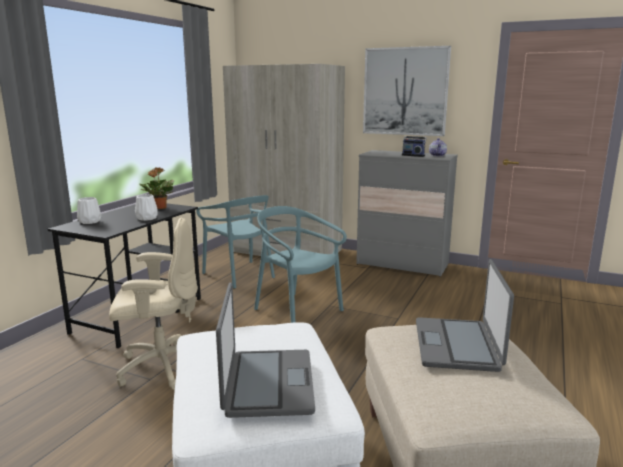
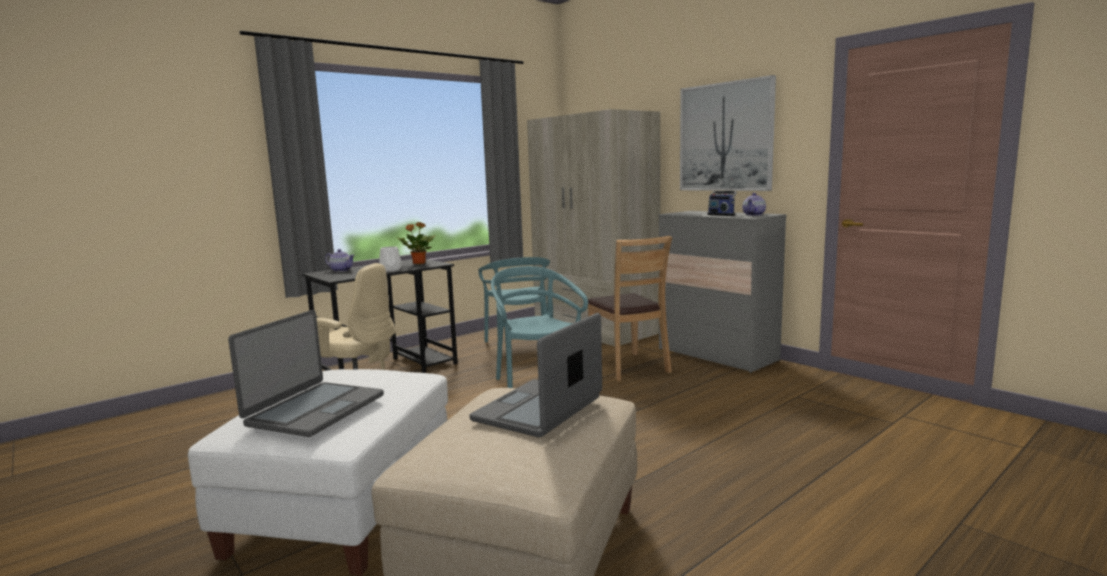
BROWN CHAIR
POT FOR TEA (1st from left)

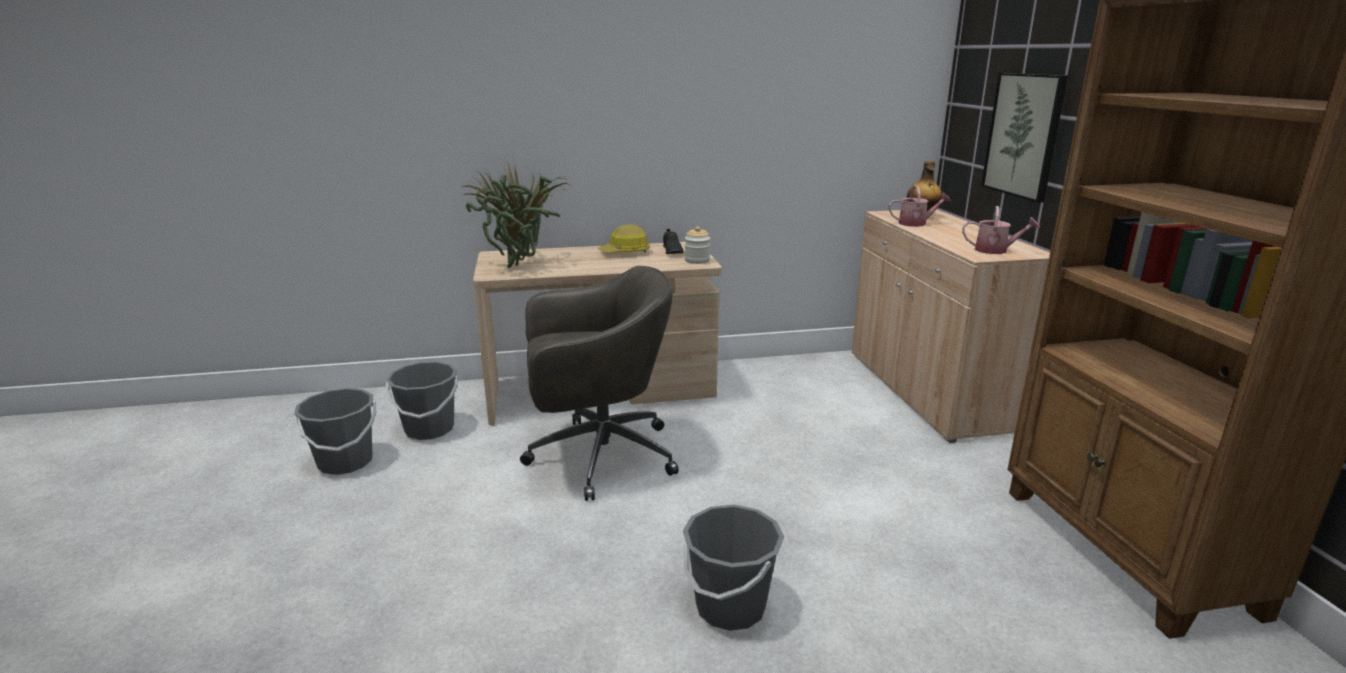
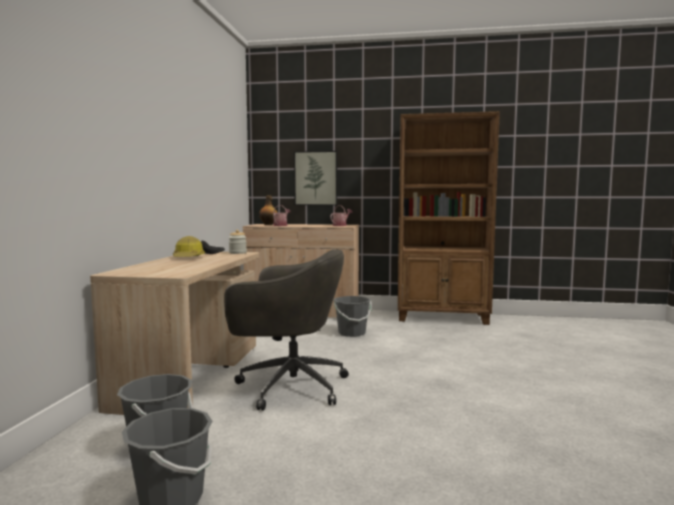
HOUSEPLANT
GREYISH PAIL (3rd from left)
GREYISH OFFICE CHAIR

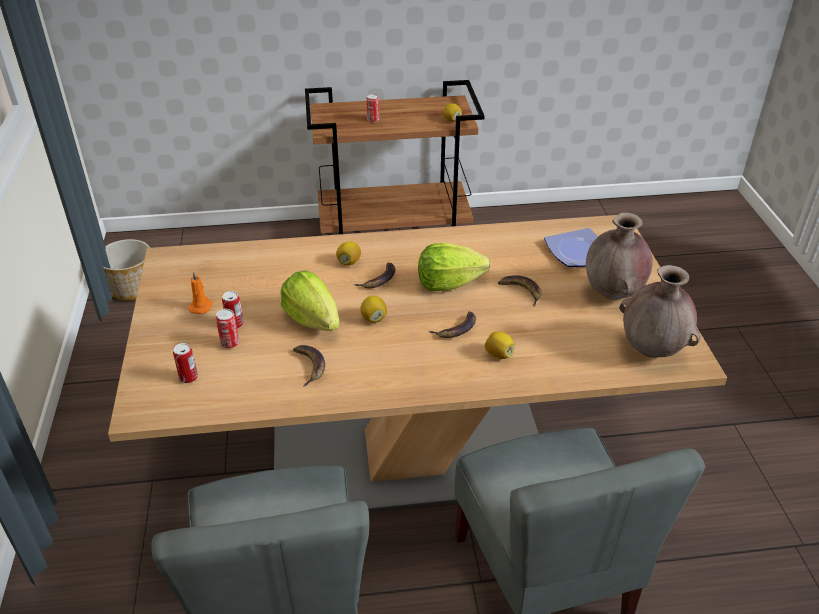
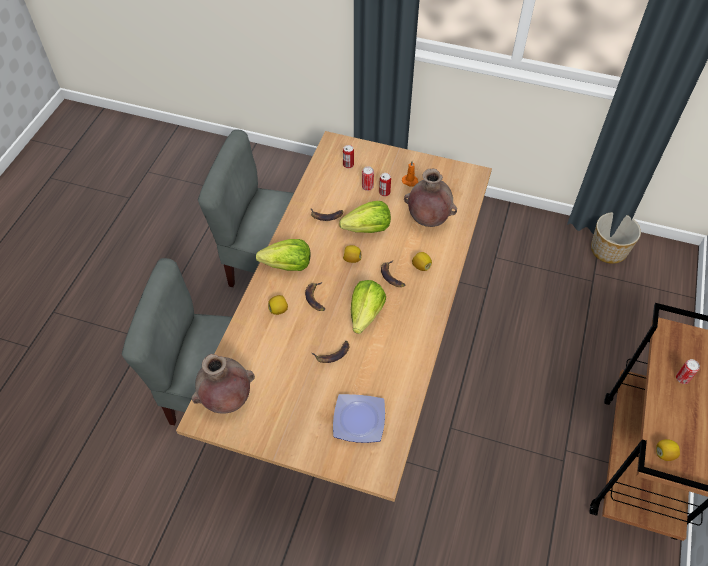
LETTUCE (1st from left)
BROWN DECORATIVE VASE (2nd from left)

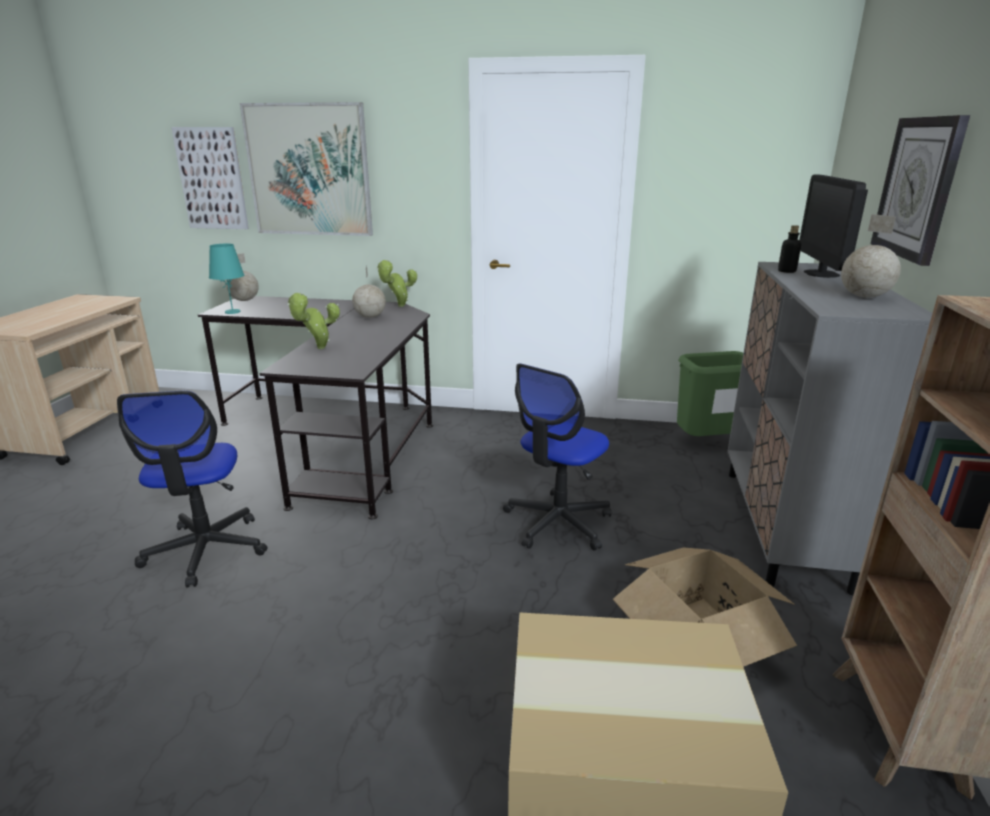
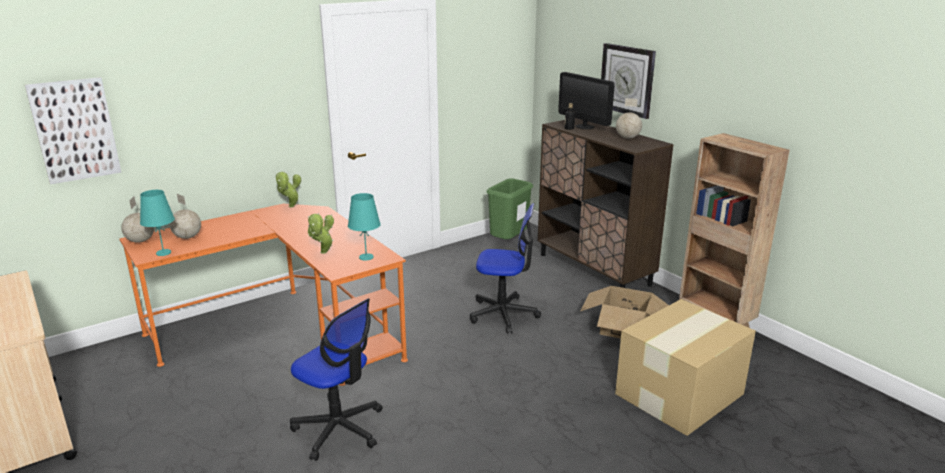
WALL PICTURE (2nd from left in the first image)
TURQUOISE-COLOURED LAMP FOR A TABLE (2nd from left)
DESK GLOBE (2nd from left)
ORANGEY DESK UNIT
BROWN STORAGE CABINET
OFFICE CHAIR (2nd from left)

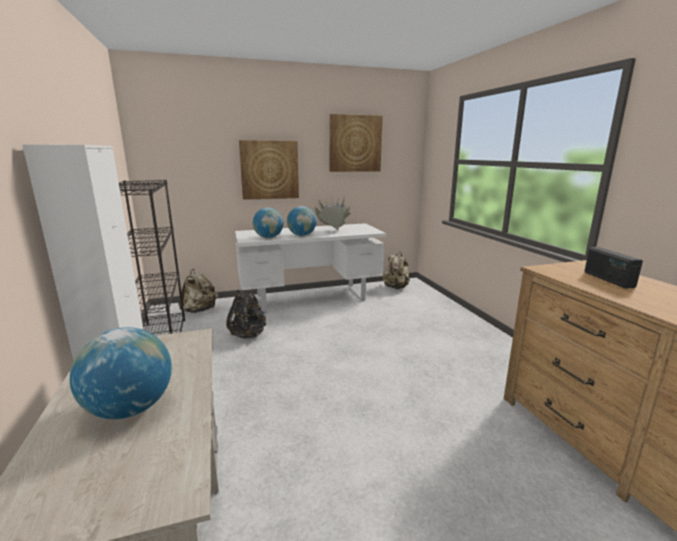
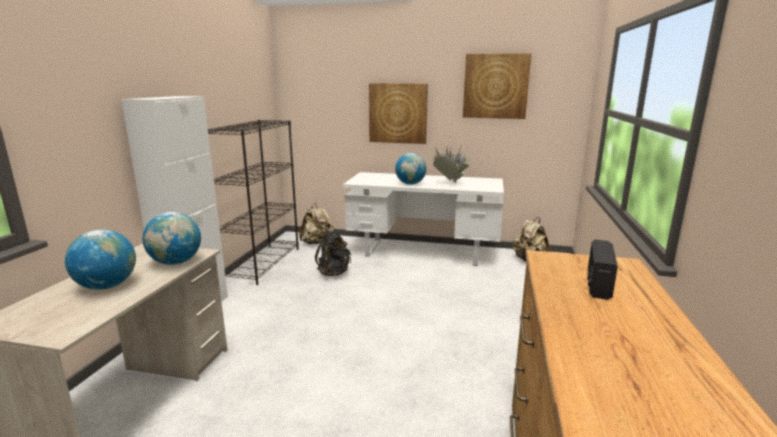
DESK GLOBE (2nd from left)

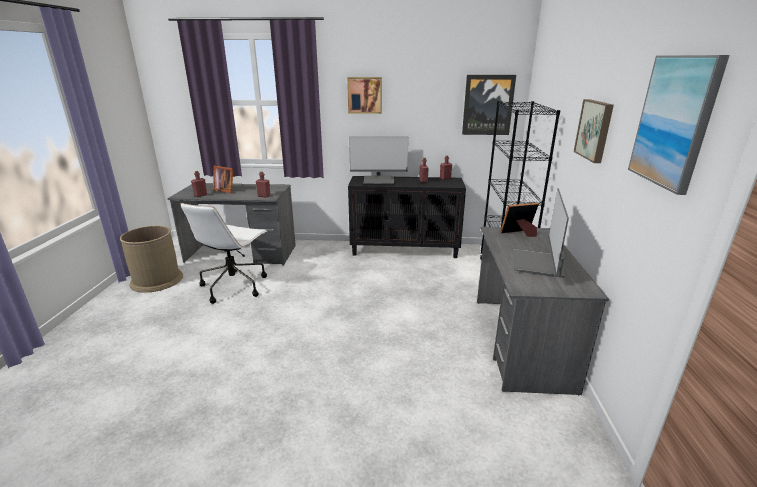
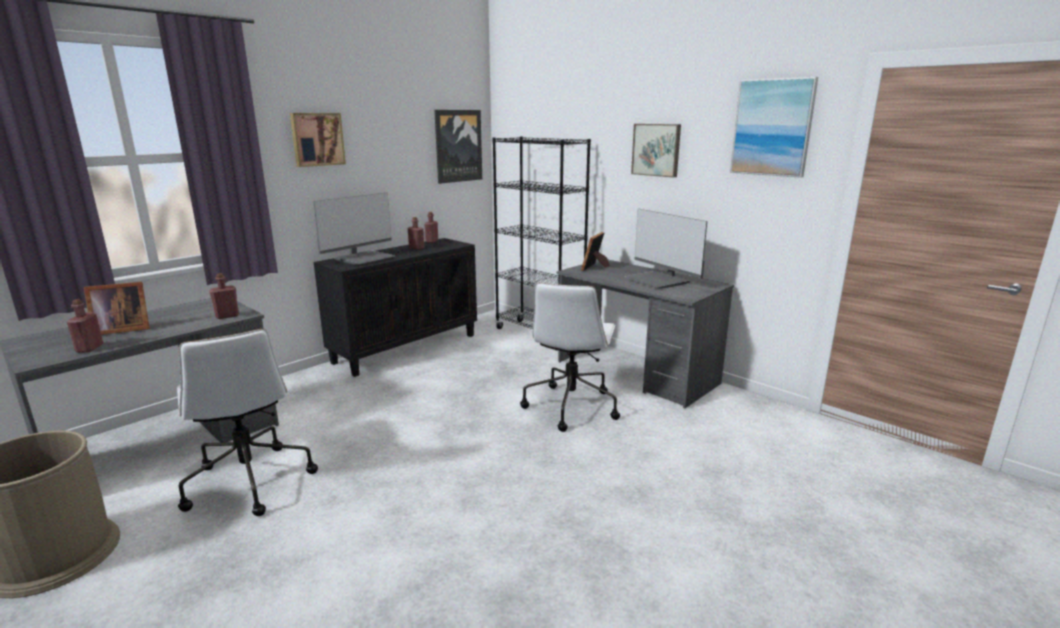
WHITE-COLOURED OFFICE CHAIR (2nd from left)

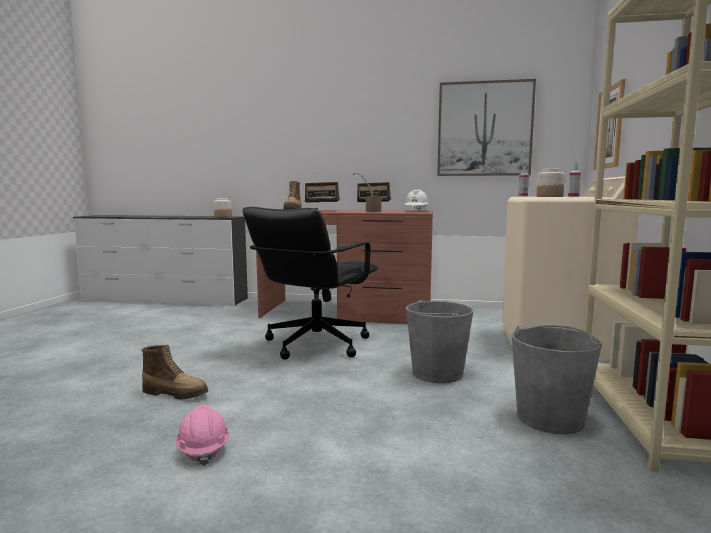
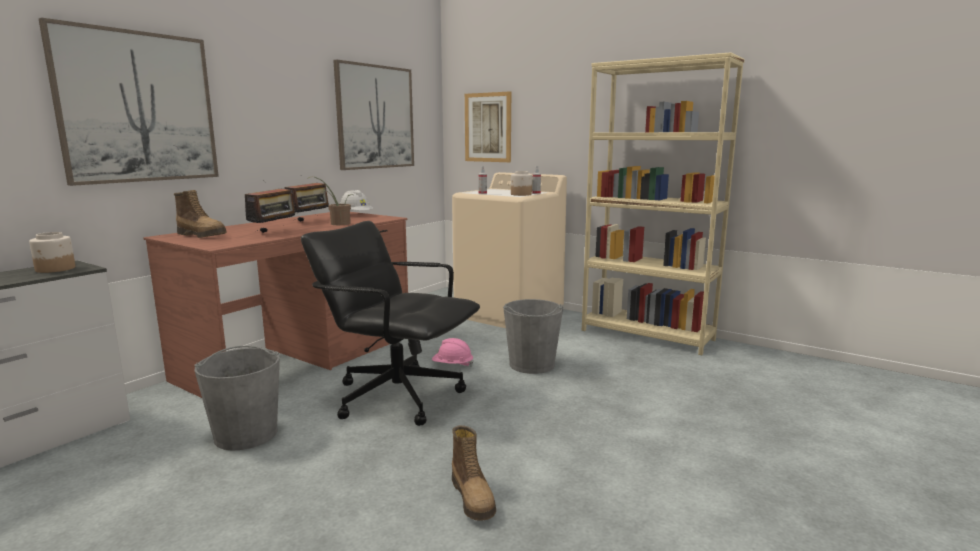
WALL PICTURE (1st from left)
PINKISH SAFETY HELMET
GREYISH PAIL (1st from left)
TALL BOOT (2nd from left)
BLACKISH OFFICE CHAIR

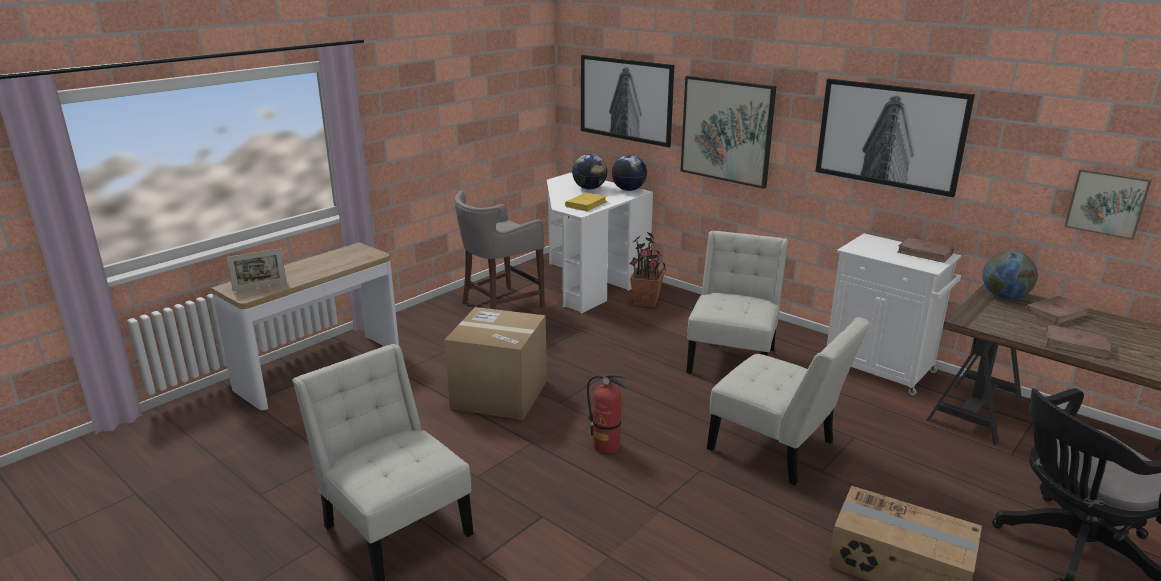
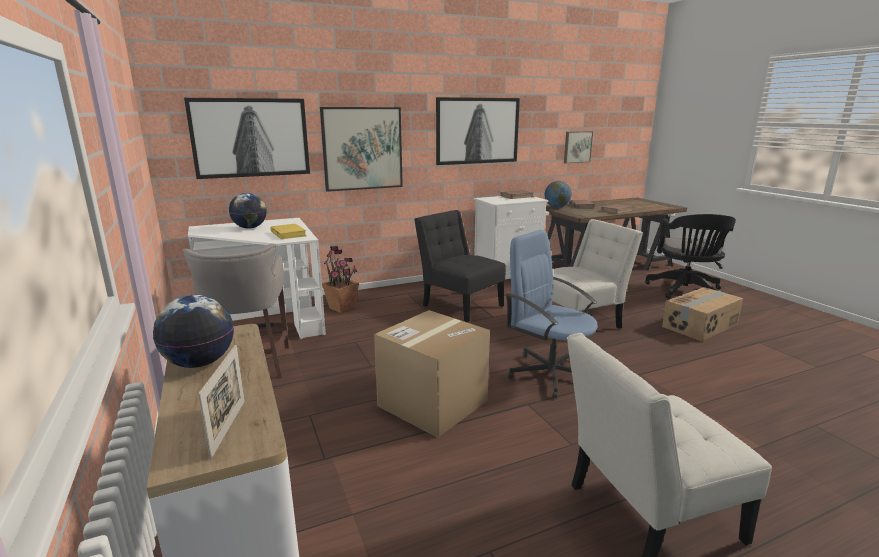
DESK GLOBE (1st from left)
BLUE-COLOURED OFFICE CHAIR
BLACKISH CHAIR

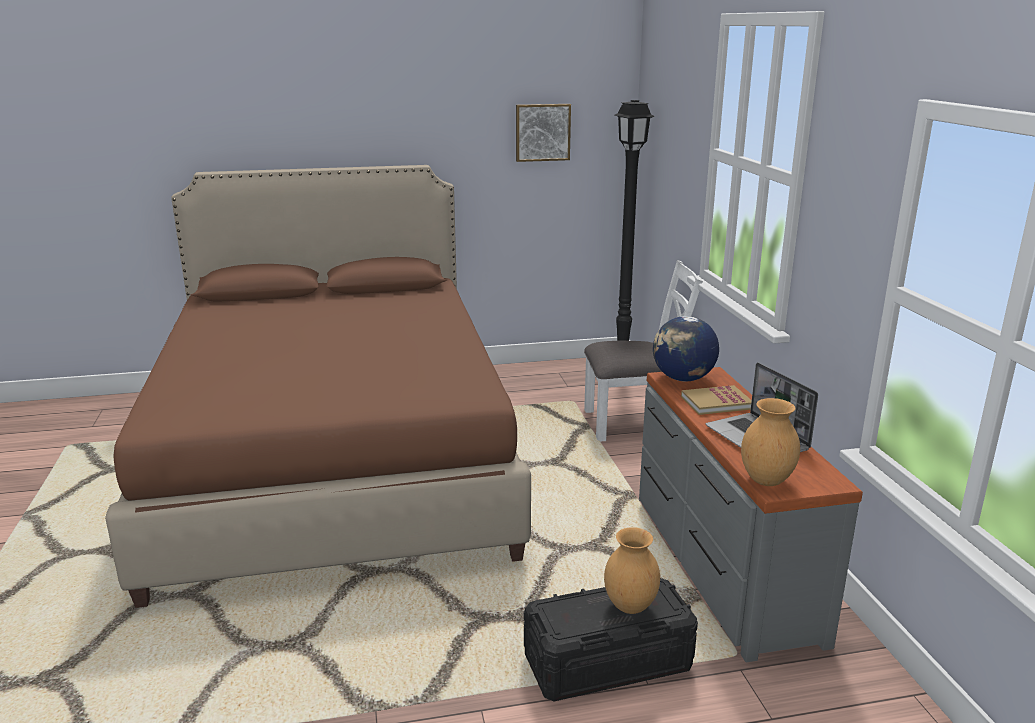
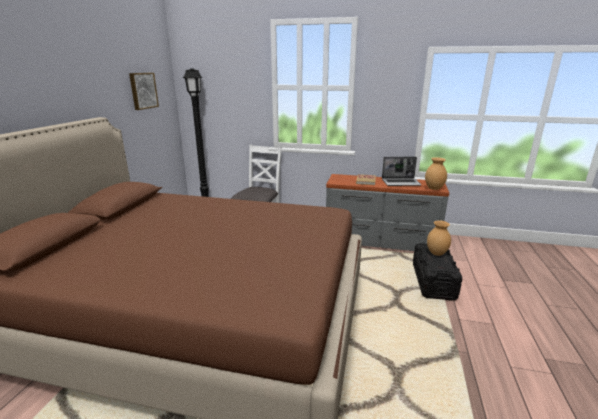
DESK GLOBE

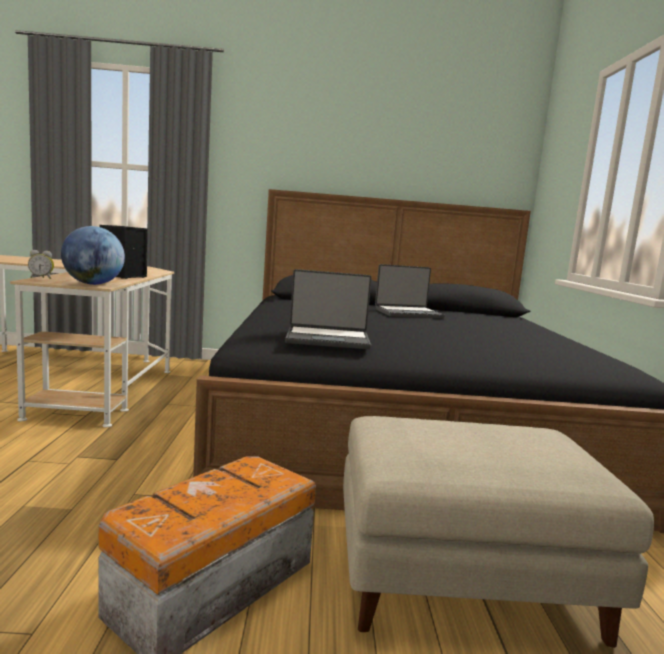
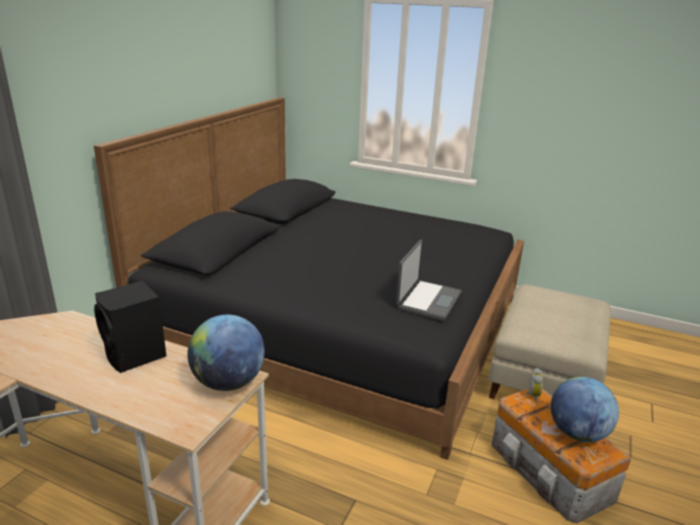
NOTEBOOK COMPUTER (2nd from left in the first image)
DESK GLOBE (2nd from left)
TABLE CLOCK

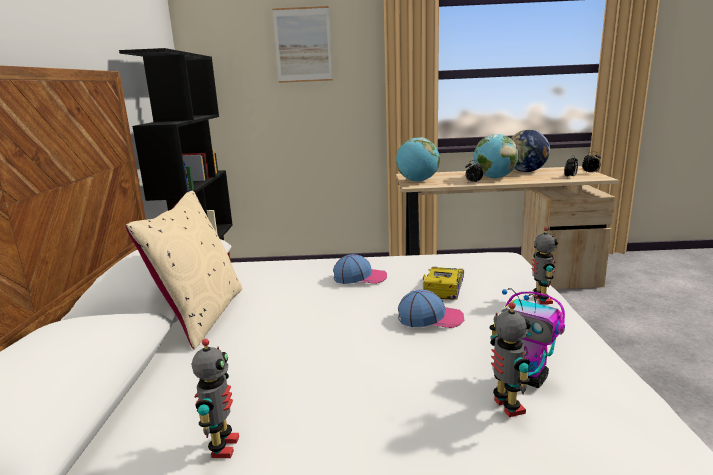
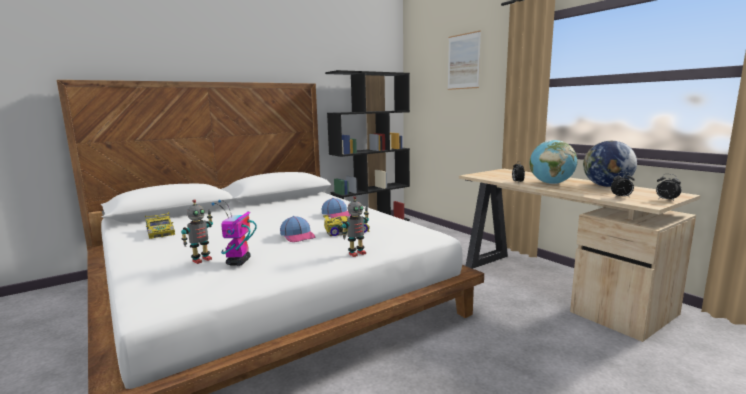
BEIGE-COLOURED THROW PILLOW
DESK GLOBE (1st from left in the first image)
MINIATURE CAR (1st from left)

